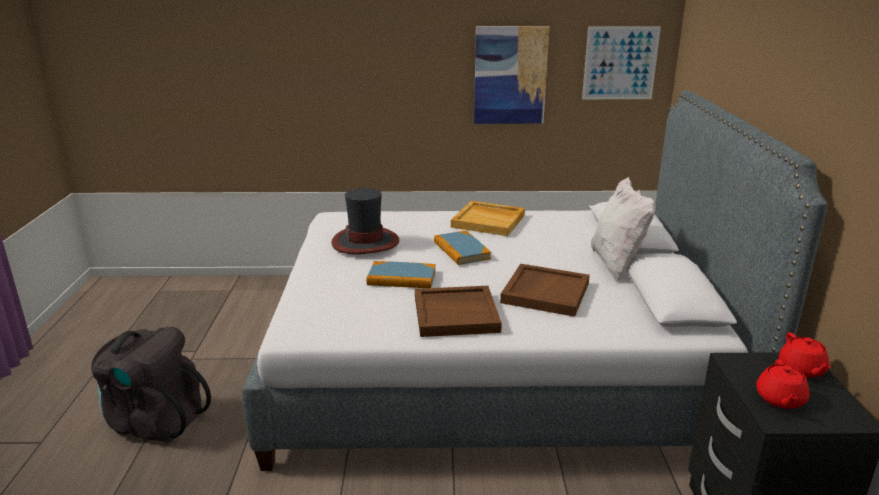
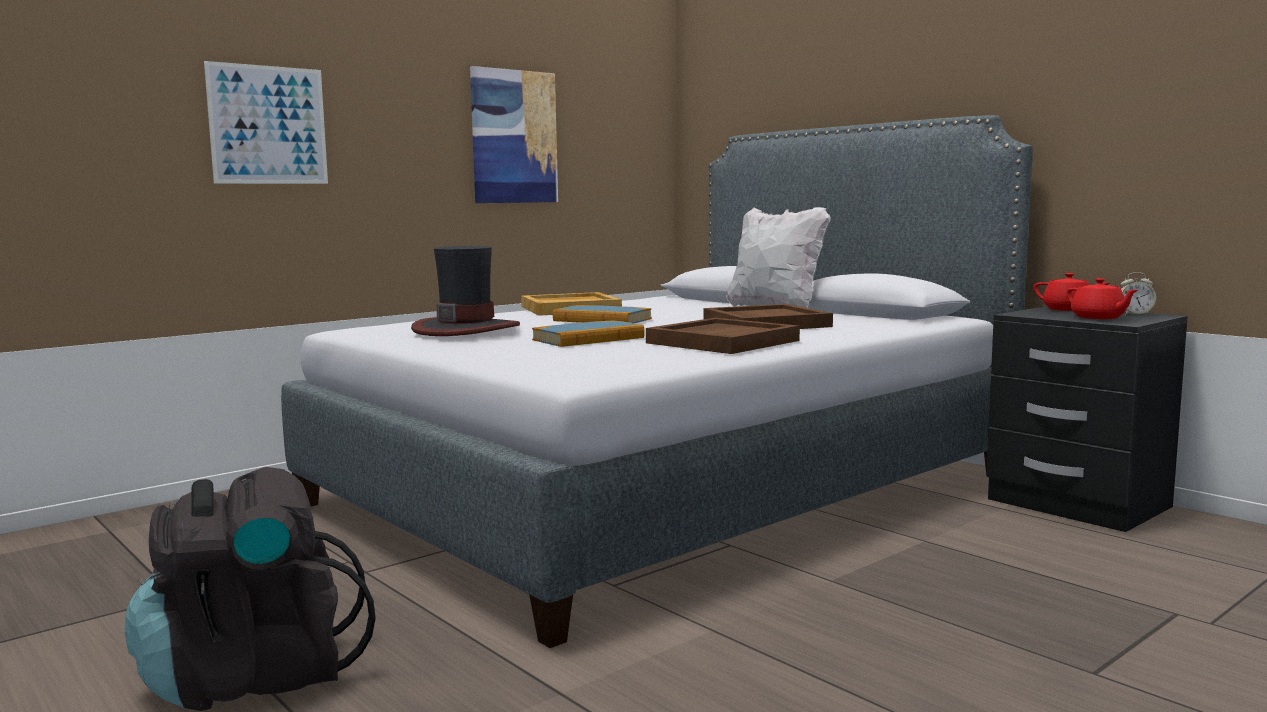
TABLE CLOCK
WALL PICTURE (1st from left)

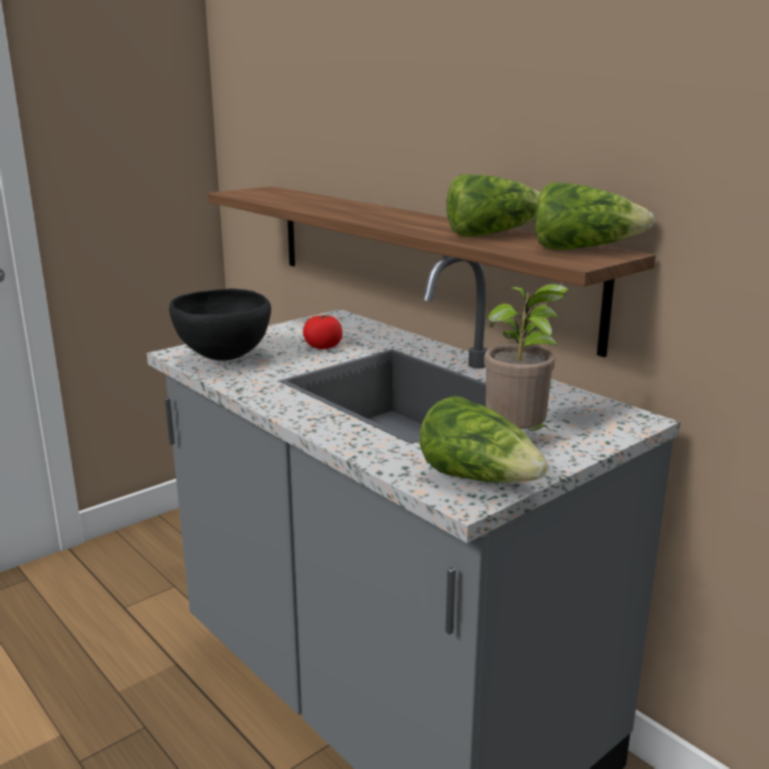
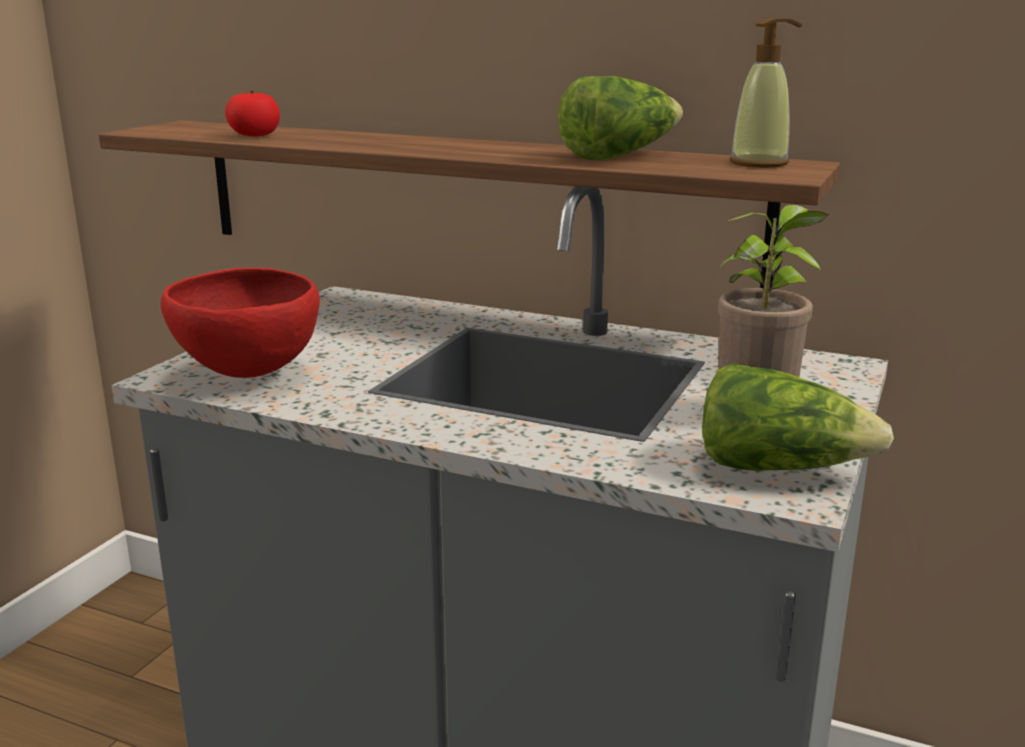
TOMATO
LIQUID SOAP BOTTLE
RED SERVING BOWL

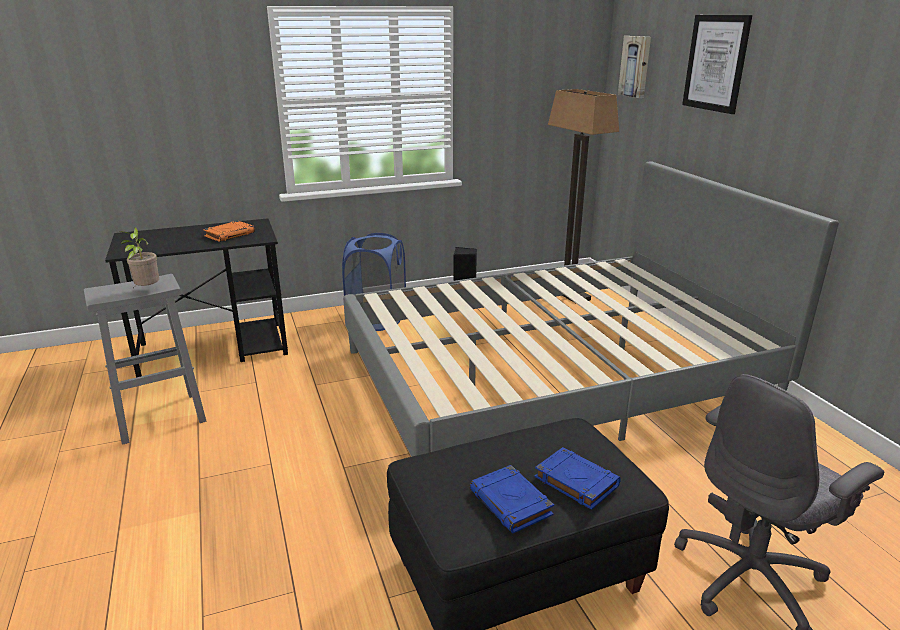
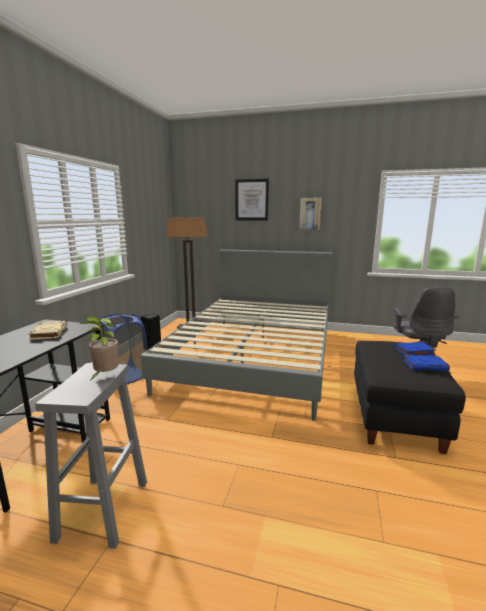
WALL PICTURE (2nd from left)
BEIGE-COLOURED VOLUME

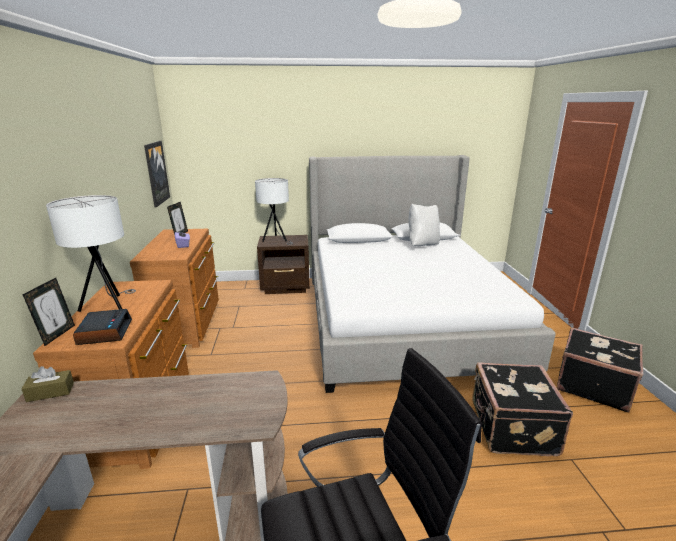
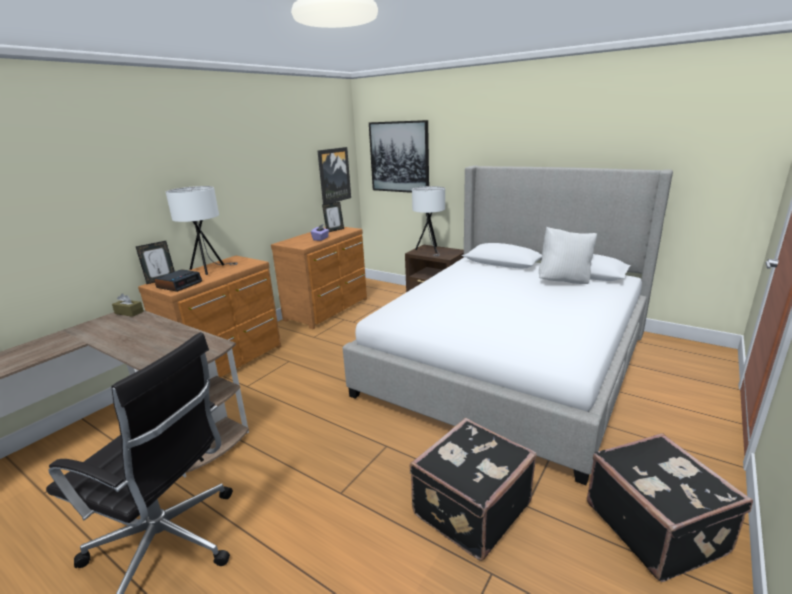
WALL PICTURE (2nd from left)

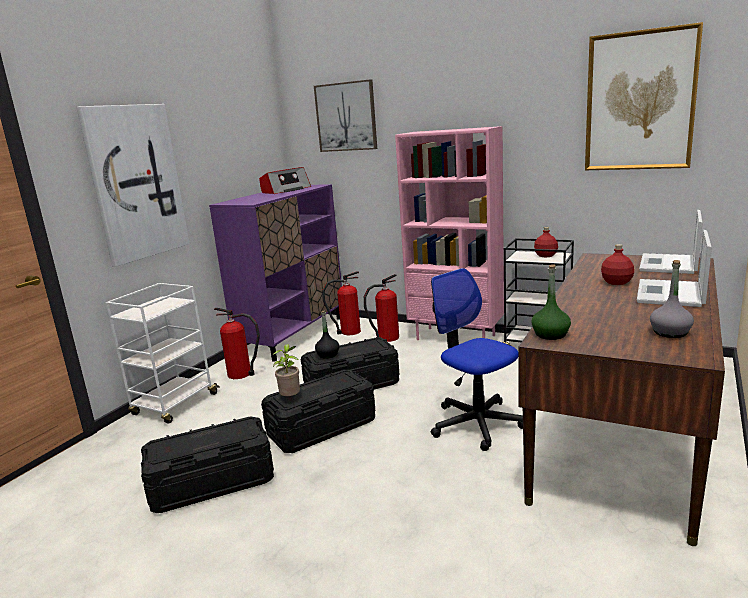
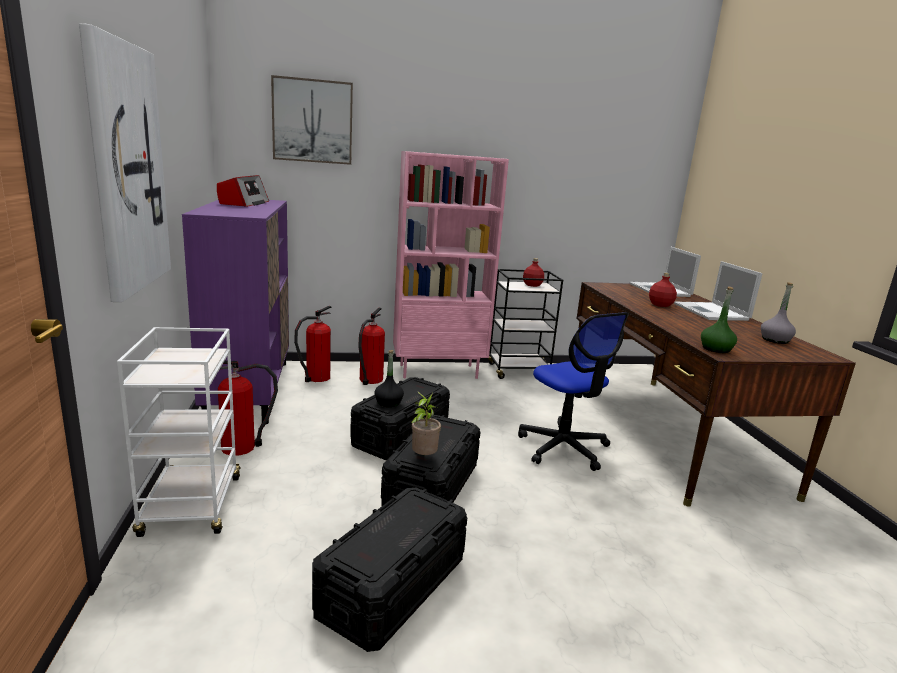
WALL PICTURE (3rd from left in the first image)
OFFICE CHAIR

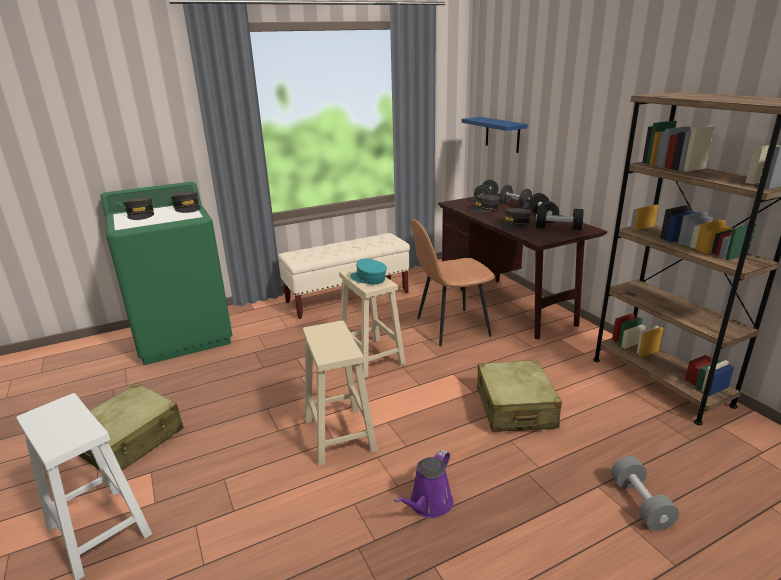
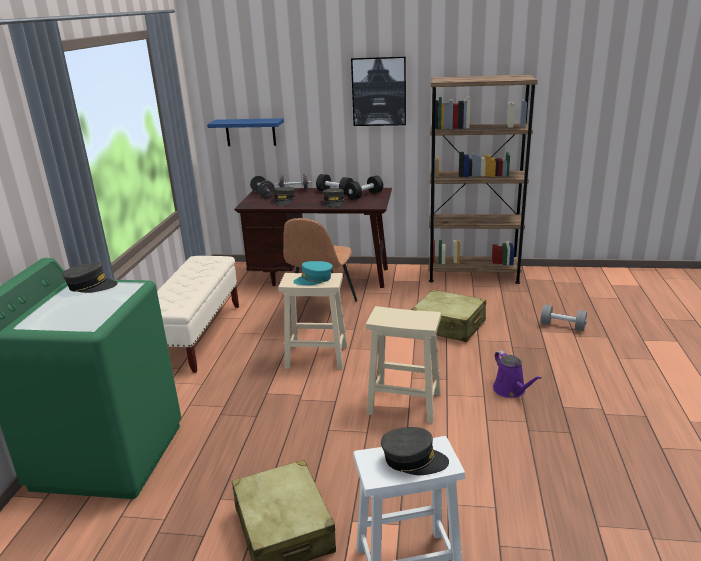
WALL PICTURE
GREYISH CAP (4th from left)

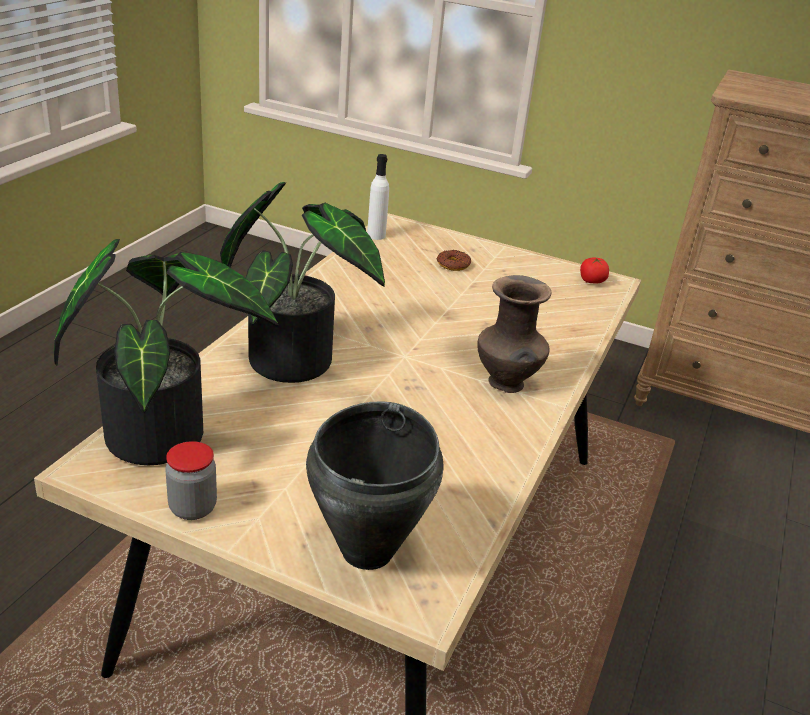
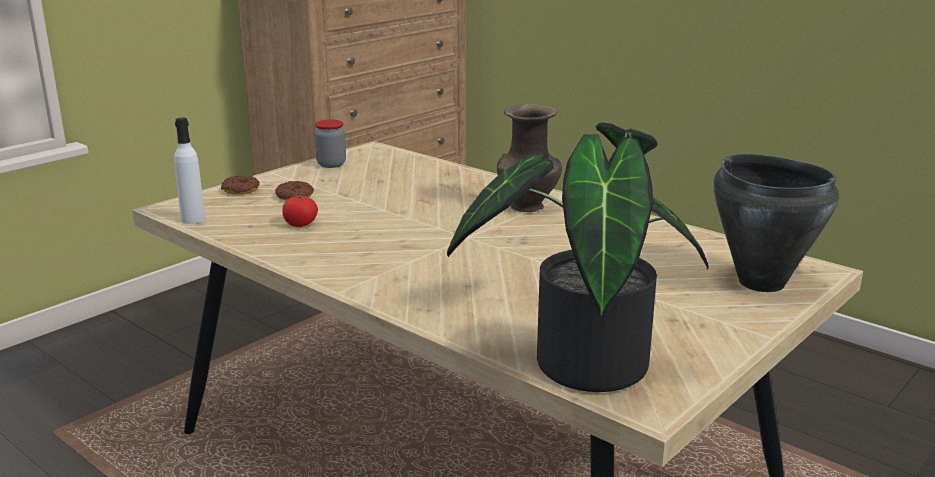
HOUSEPLANT (2nd from left in the first image)
DOUGHNUT (1st from left)
STORAGE JAR
TOMATO

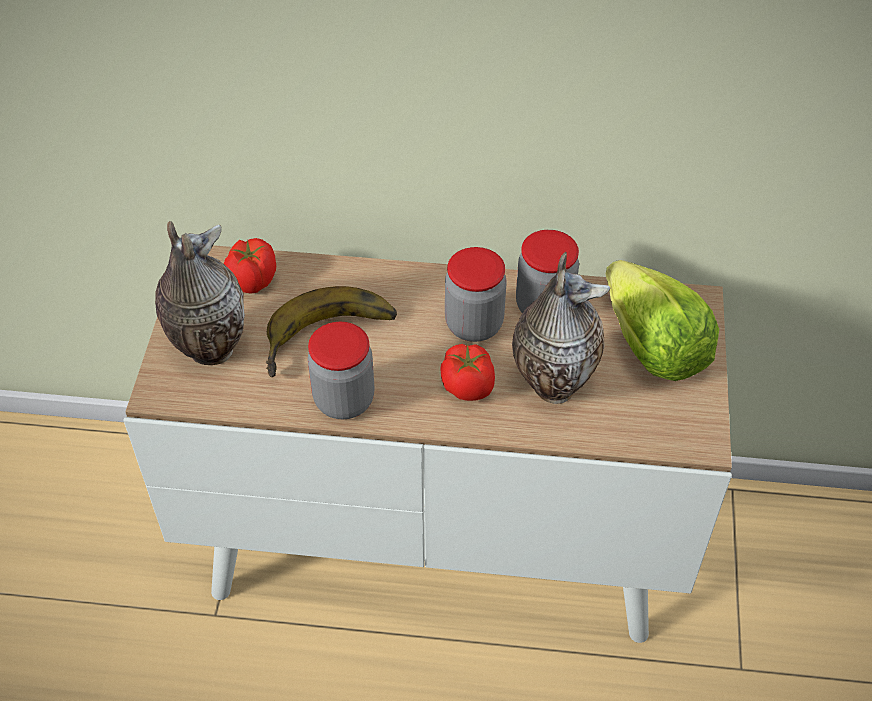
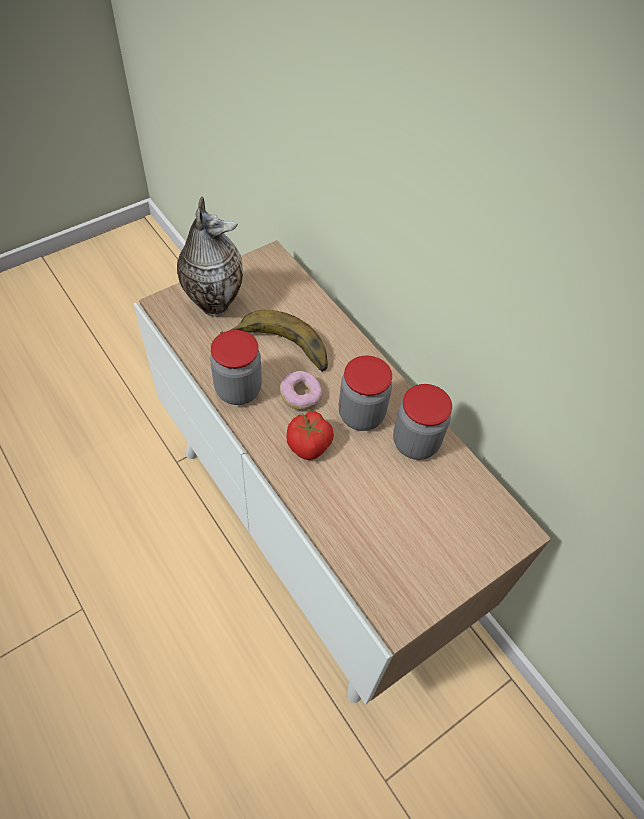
TOMATO (1st from left in the first image)
DECORATIVE VASE (2nd from left in the first image)
LETTUCE
DOUGHNUT

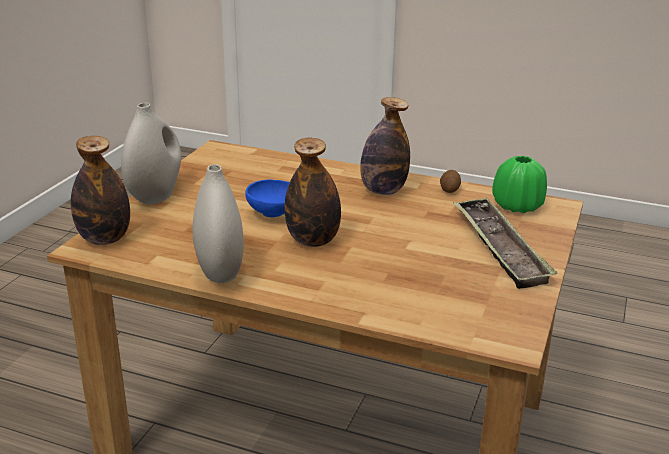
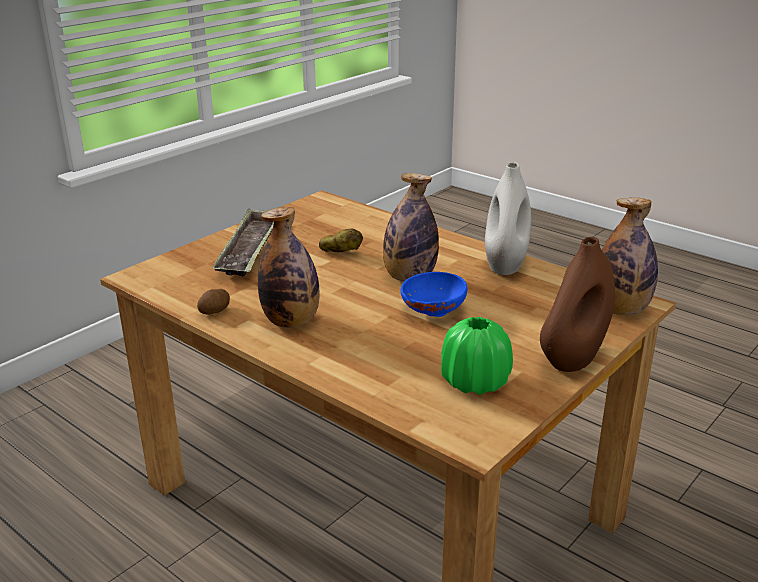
POTATO (2nd from left)
GREEN-COLOURED DECORATIVE VASE
BROWN DECORATIVE VASE

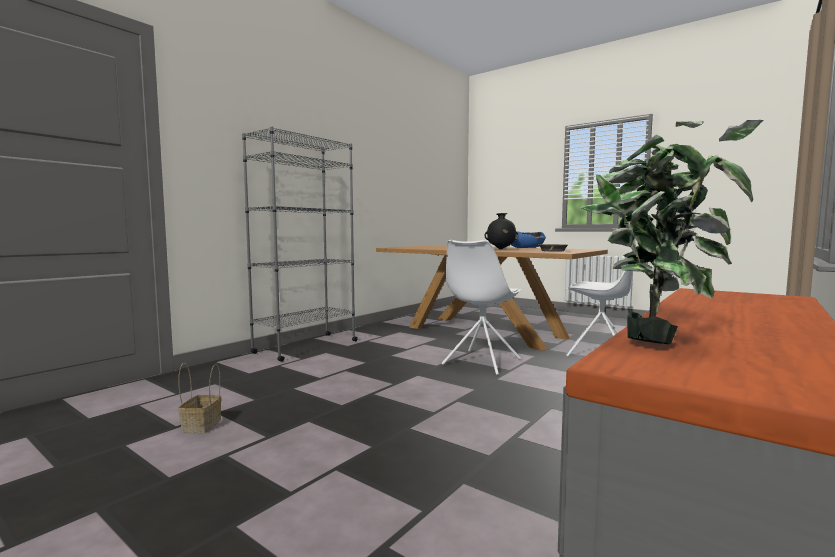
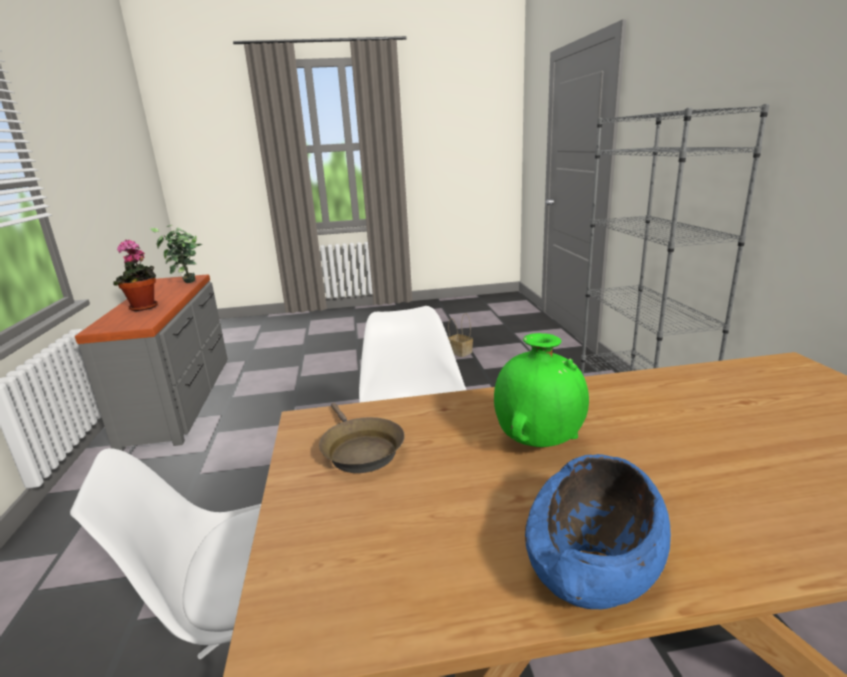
HOUSEPLANT (1st from left)
GREEN-COLOURED DECORATIVE VASE

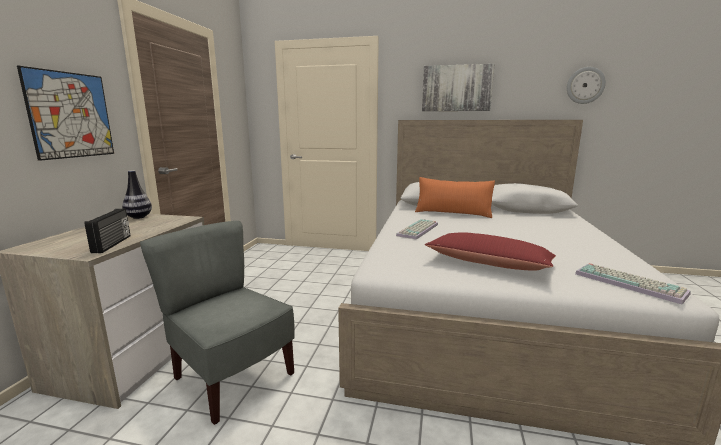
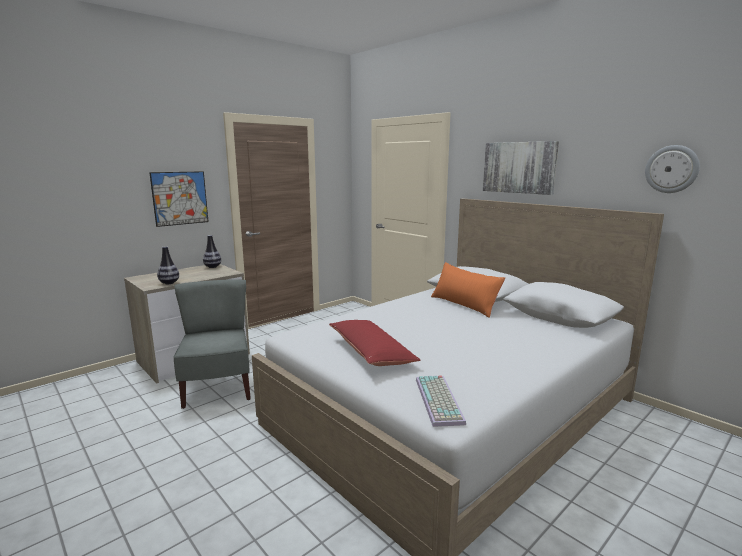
PC KEYBOARD (1st from left in the first image)
DECORATIVE VASE (1st from left)

